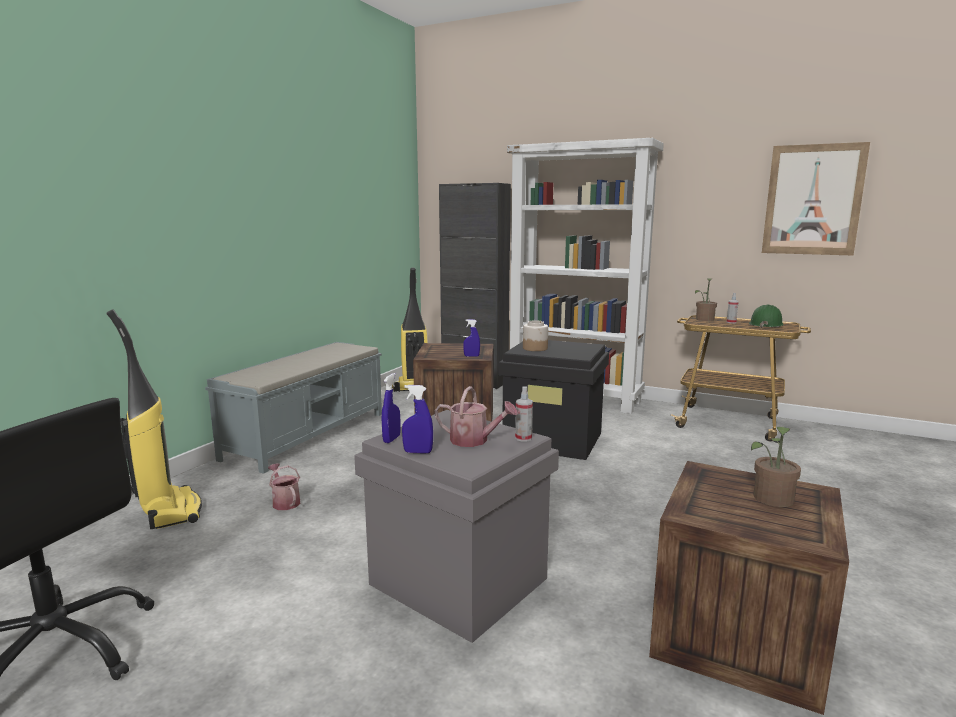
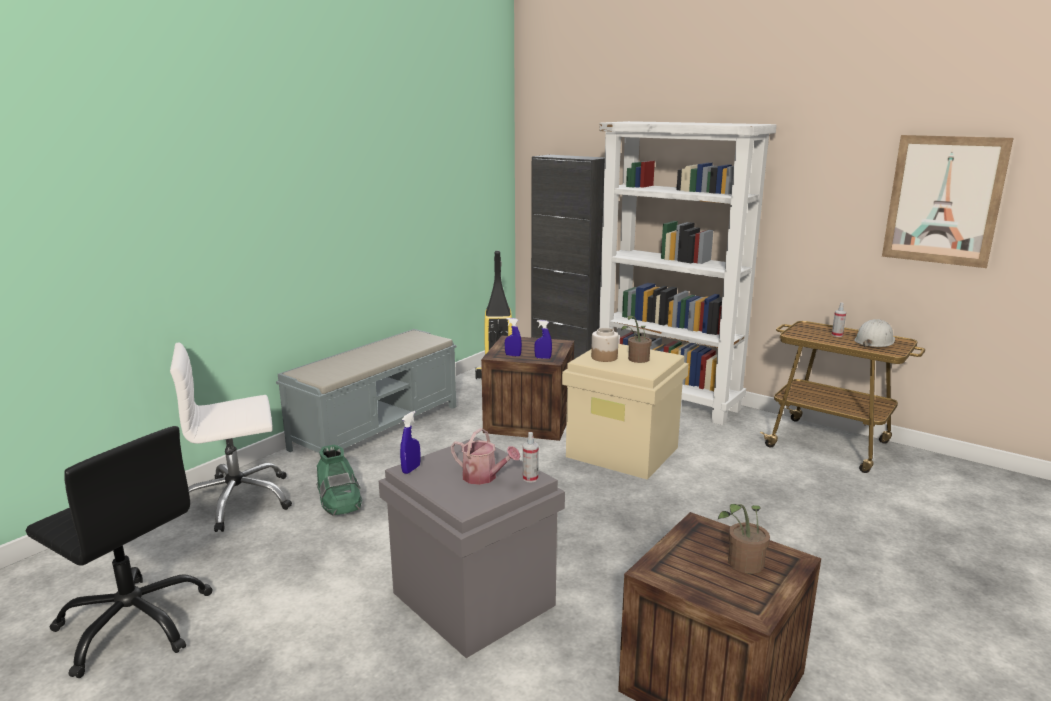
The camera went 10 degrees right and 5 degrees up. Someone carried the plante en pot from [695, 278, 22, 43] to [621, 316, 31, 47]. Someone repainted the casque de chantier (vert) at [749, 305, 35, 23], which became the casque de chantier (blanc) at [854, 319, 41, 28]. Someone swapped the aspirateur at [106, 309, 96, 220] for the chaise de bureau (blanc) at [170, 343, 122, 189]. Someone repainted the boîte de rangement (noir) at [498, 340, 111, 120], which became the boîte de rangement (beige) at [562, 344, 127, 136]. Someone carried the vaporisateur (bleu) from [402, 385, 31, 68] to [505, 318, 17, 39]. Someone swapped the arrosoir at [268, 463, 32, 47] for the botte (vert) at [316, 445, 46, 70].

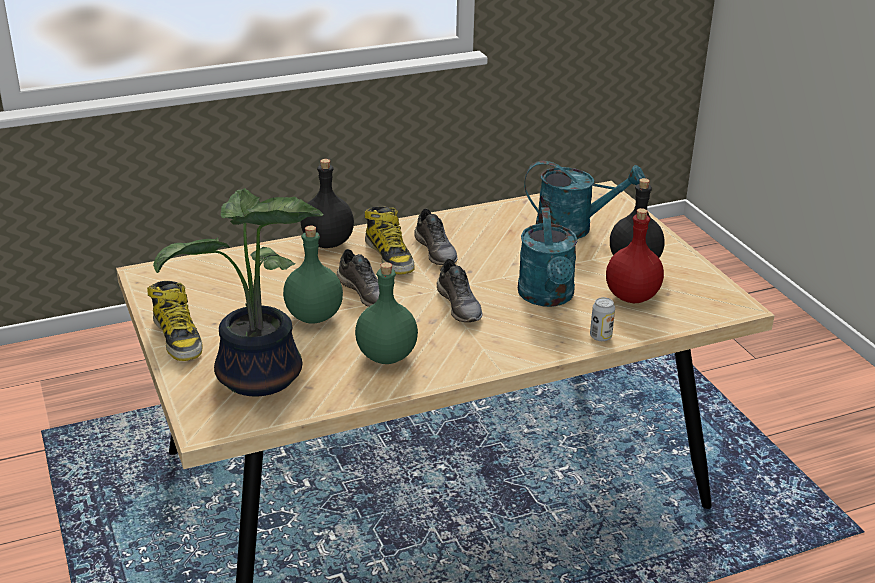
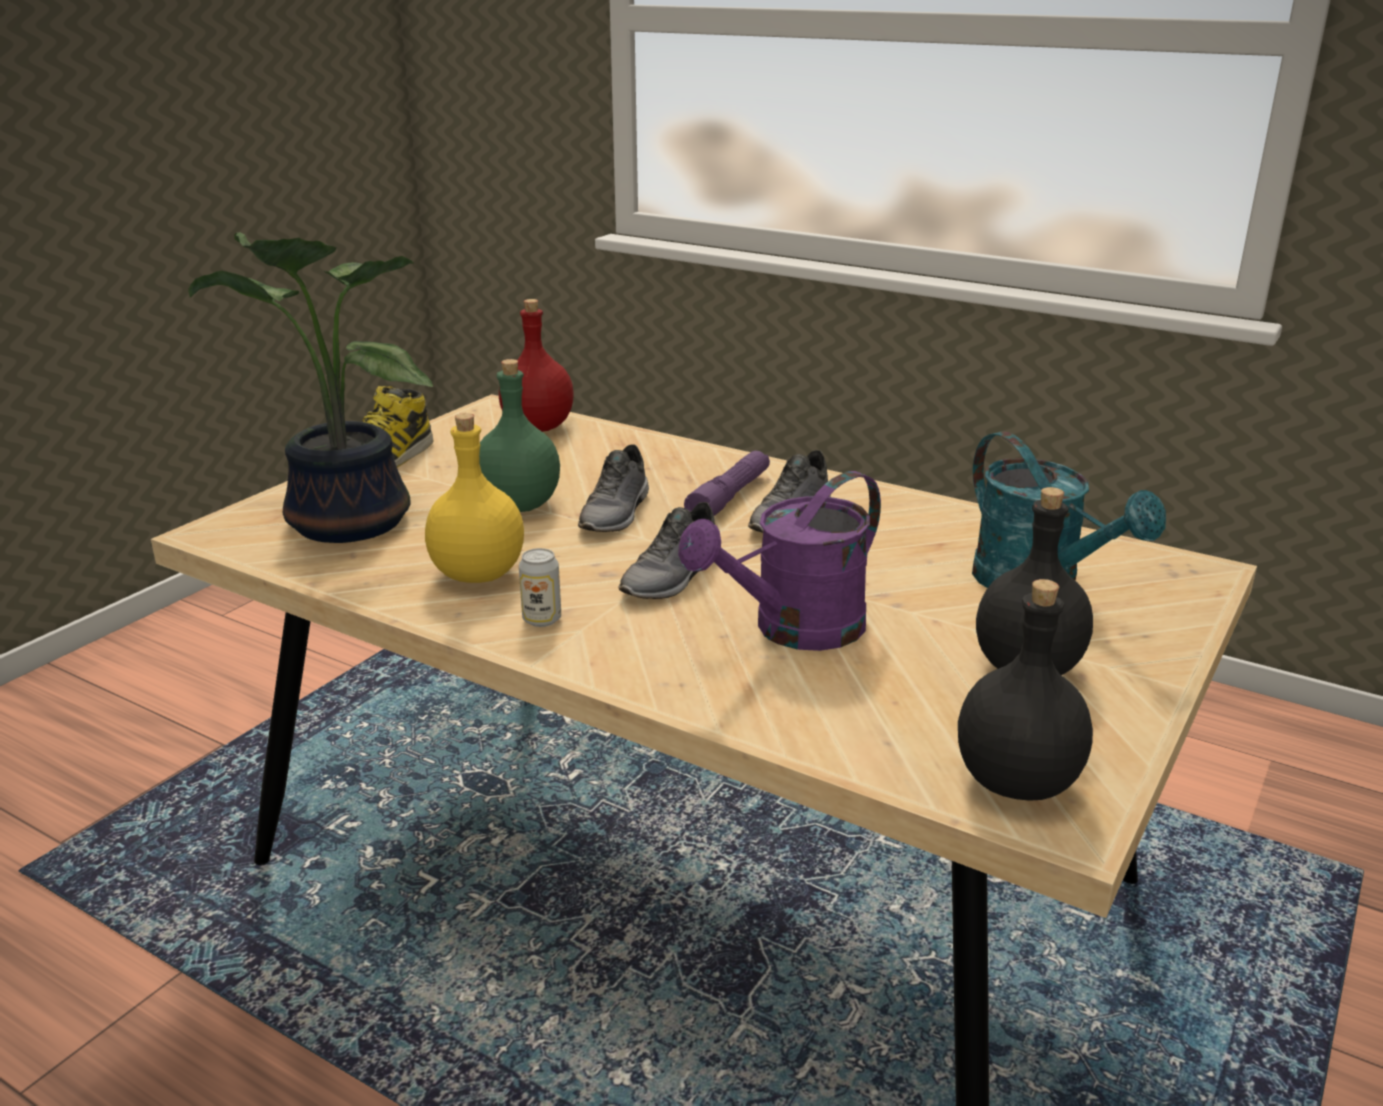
The camera went 55 degrees right and 5 degrees down. Someone carried the bouteille (noir) from [300, 159, 54, 89] to [958, 579, 135, 222]. Someone swapped the botte at [365, 206, 50, 69] for the lampe de poche (violet) at [684, 451, 86, 65]. Someone repainted the arrosoir (turquoise) at [518, 207, 60, 100], which became the arrosoir (violet) at [678, 471, 203, 180]. Someone carried the bouteille (rouge) from [606, 208, 58, 95] to [499, 299, 75, 133]. Someone repainted the bouteille (vert) at [355, 262, 63, 102], which became the bouteille (jaune) at [425, 413, 99, 170]. Someone carried the boîte métallique from [590, 297, 25, 44] to [519, 548, 42, 79].

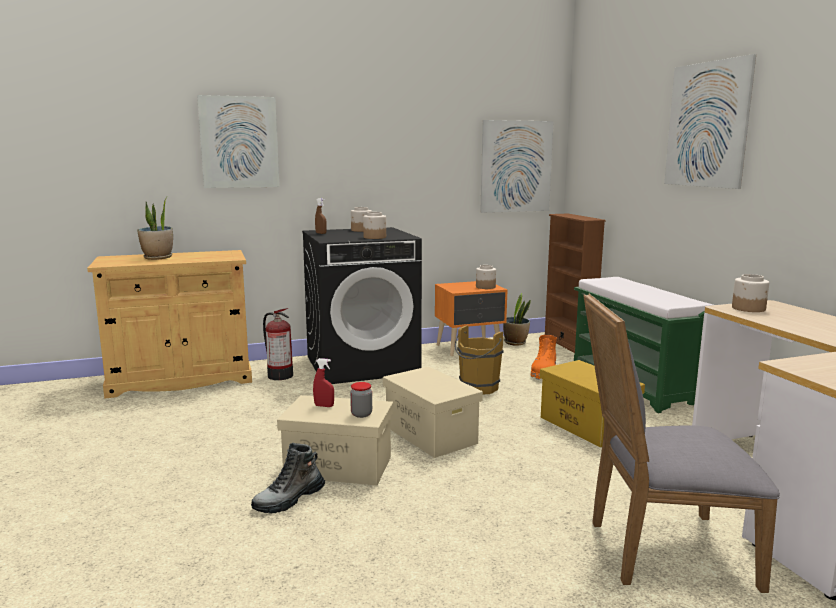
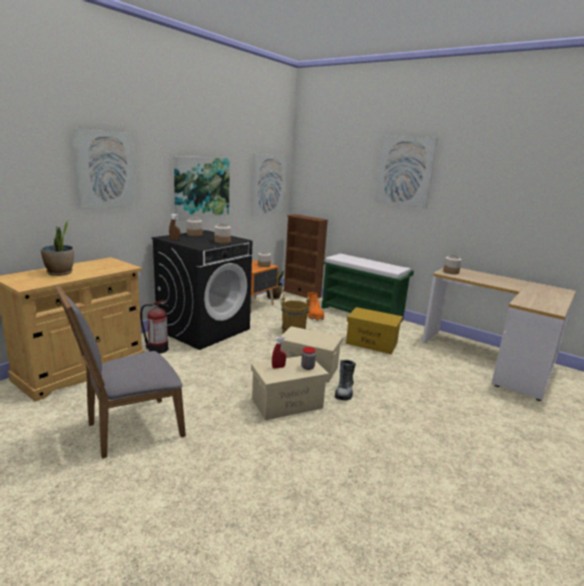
The camera went 35 degrees left and 5 degrees up. Someone carried the chaise (gris) from [583, 294, 197, 299] to [55, 285, 131, 174]. Someone carried the botte from [251, 443, 74, 70] to [335, 360, 21, 40]. Someone put up the tableau at [174, 156, 56, 65].

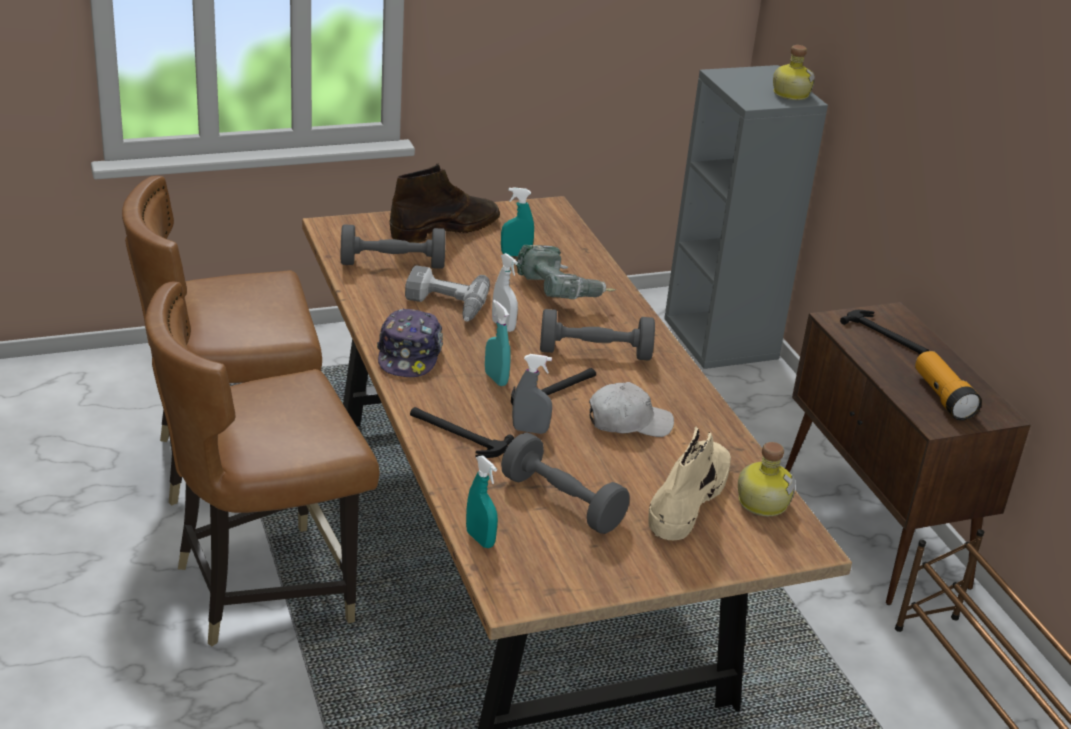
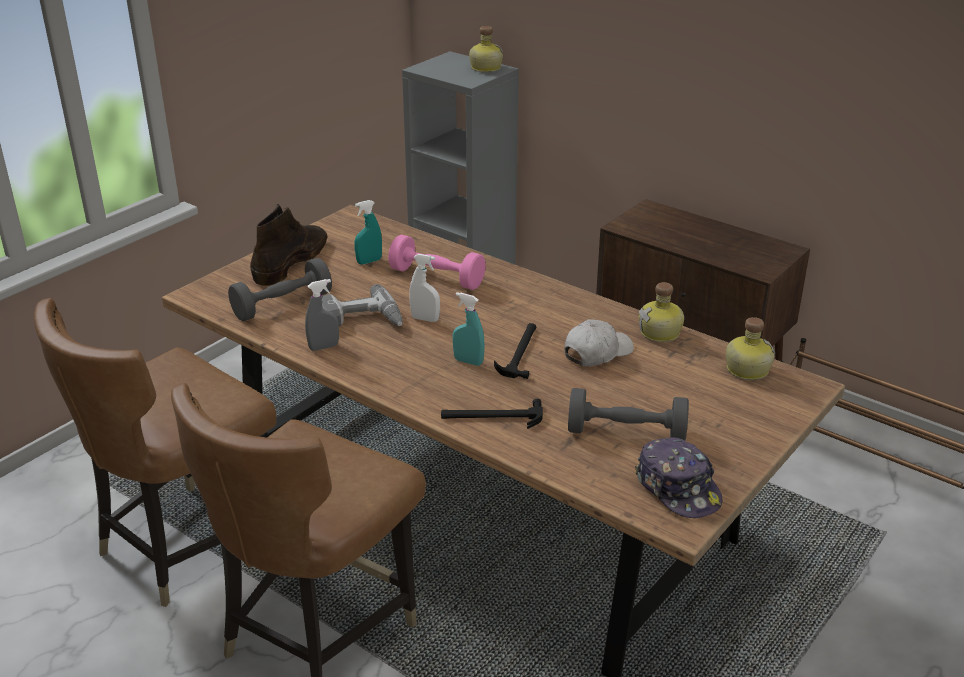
The camera went 30 degrees left and 0 degrees up. Someone swapped the perceuse at [516, 245, 100, 54] for the haltère (rose) at [388, 235, 98, 55]. Someone carried the casquette from [377, 308, 66, 69] to [635, 437, 88, 81]. Someone took away the haltère (gris) at [540, 309, 115, 52]. Someone took away the marteau at [840, 310, 89, 44]. Someone took away the lampe de poche at [915, 351, 67, 69]. Someone carried the vaporisateur (gris) from [512, 354, 40, 80] to [305, 279, 34, 72]. Someone took away the botte (beige) at [649, 427, 82, 113]. Someone took away the vaporisateur (turquoise) at [466, 455, 32, 93]. Someone put down the bouteille at [639, 282, 45, 60].

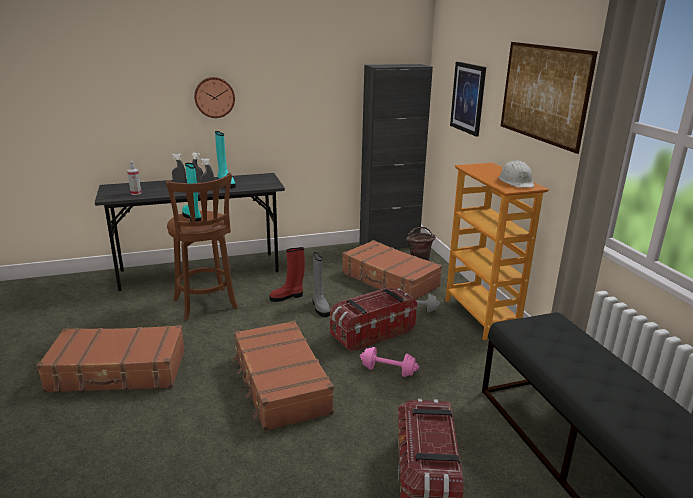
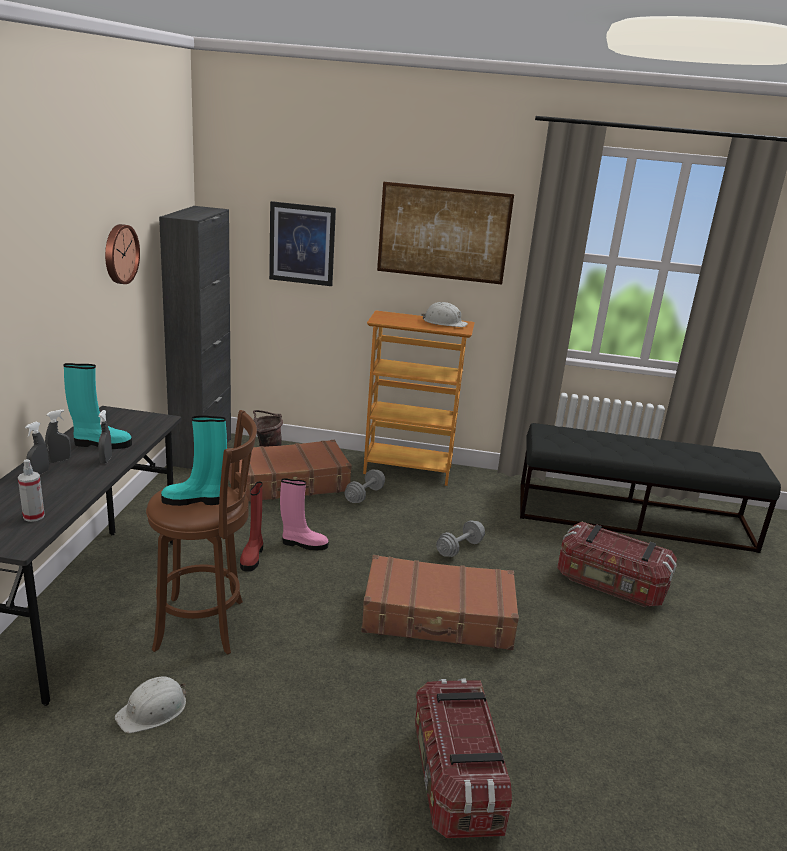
The camera went 65 degrees left and 0 degrees up. Someone carried the horloge murale from [194, 77, 41, 41] to [105, 224, 35, 60]. Someone repainted the botte (gris) at [312, 252, 18, 65], which became the botte (rose) at [280, 478, 48, 72]. Someone carried the boîte de rangement from [330, 288, 87, 64] to [415, 679, 97, 159]. Someone took away the valise (marron) at [37, 325, 148, 68]. Someone repainted the haltère (rose) at [360, 347, 59, 30], which became the haltère (gris) at [436, 520, 49, 37]. Someone put down the casque de chantier (blanc) at [115, 676, 71, 57].

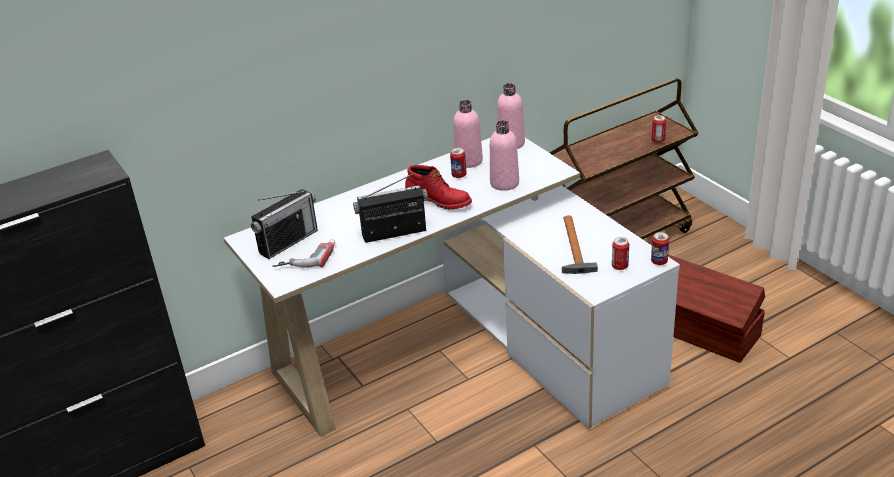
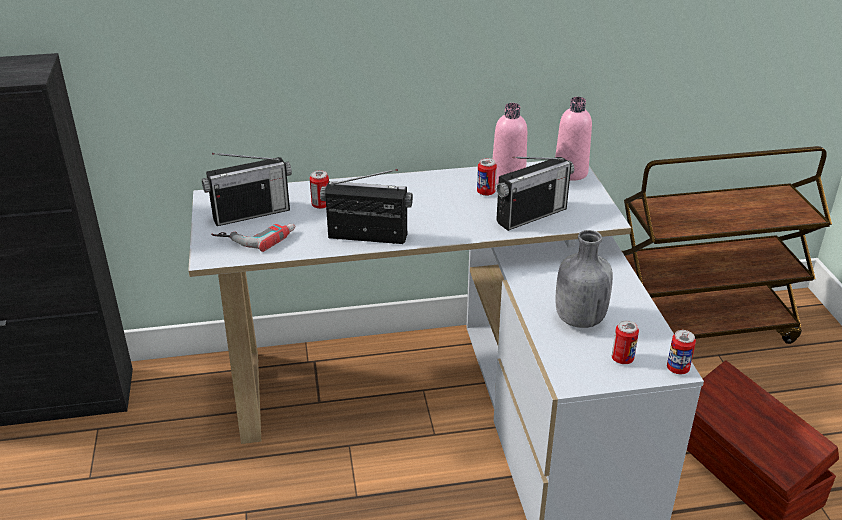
The camera went 20 degrees right and 0 degrees up. Someone carried the boîte métallique from [652, 115, 14, 28] to [310, 170, 19, 39]. Someone swapped the bouteille (rose) at [490, 120, 29, 71] for the radio at [496, 157, 78, 74]. Someone took away the botte (rouge) at [405, 165, 67, 44]. Someone swapped the marteau at [562, 215, 36, 59] for the bouteille (gris) at [556, 230, 57, 98].

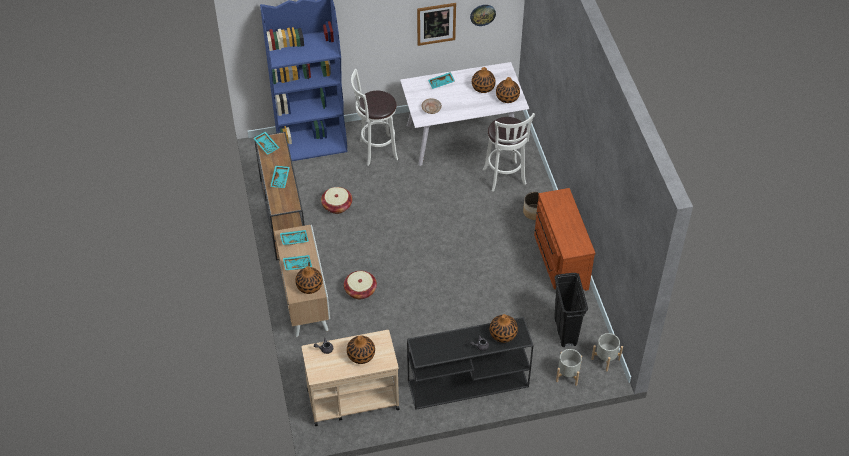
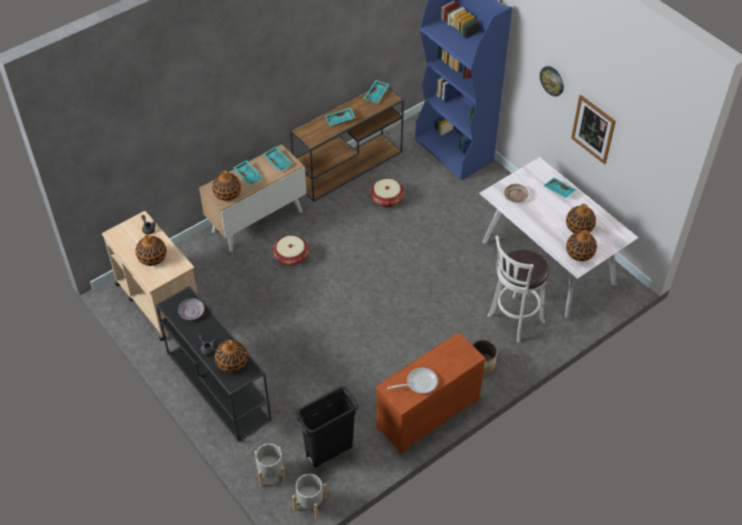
The camera went 65 degrees right and 0 degrees up. Someone carried the horloge murale from [470, 5, 26, 21] to [540, 66, 24, 30]. Someone took away the tabouret (blanc) at [351, 69, 47, 97]. Someone put down the assiette (gris) at [178, 298, 27, 22]. Someone put down the poêle at [387, 368, 51, 26].

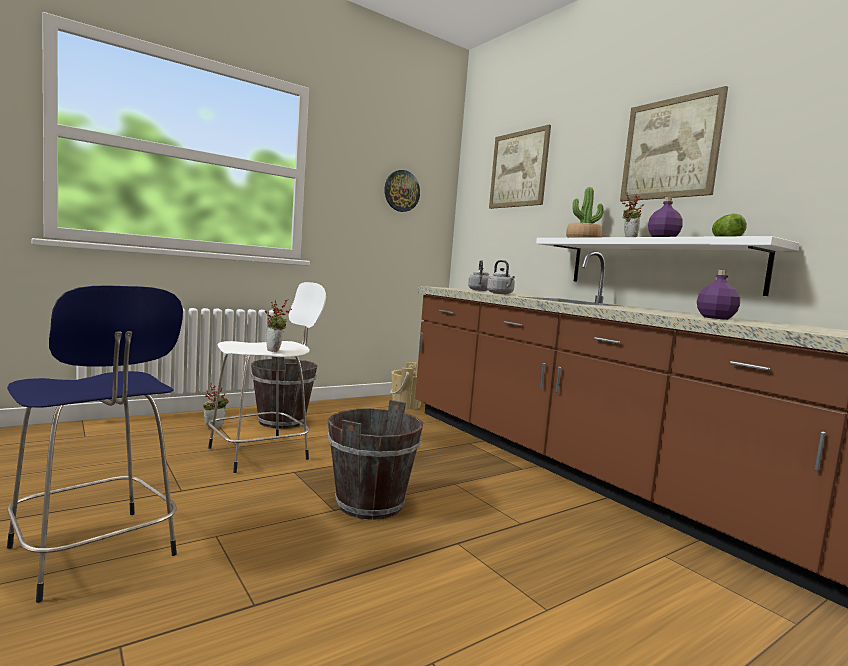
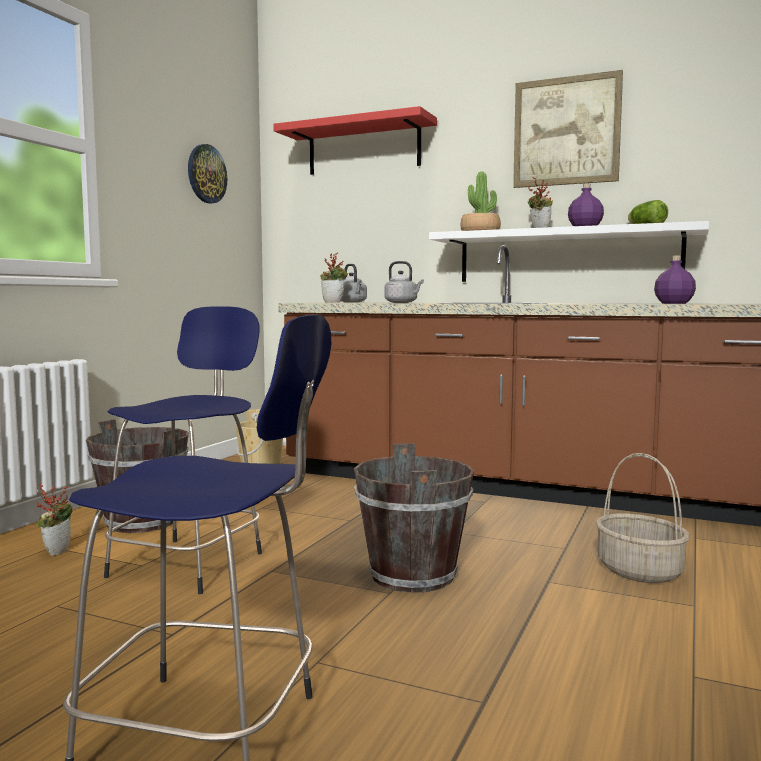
The camera went 30 degrees left and 0 degrees up. Someone swapped the tableau at [489, 125, 62, 84] for the étagère (rouge) at [273, 106, 164, 69]. Someone repainted the tabouret (blanc) at [208, 282, 118, 191], which became the tabouret (bleu) at [104, 306, 158, 288]. Someone carried the plante en pot from [265, 299, 27, 53] to [320, 253, 28, 50]. Someone put down the panier at [596, 453, 94, 130].

